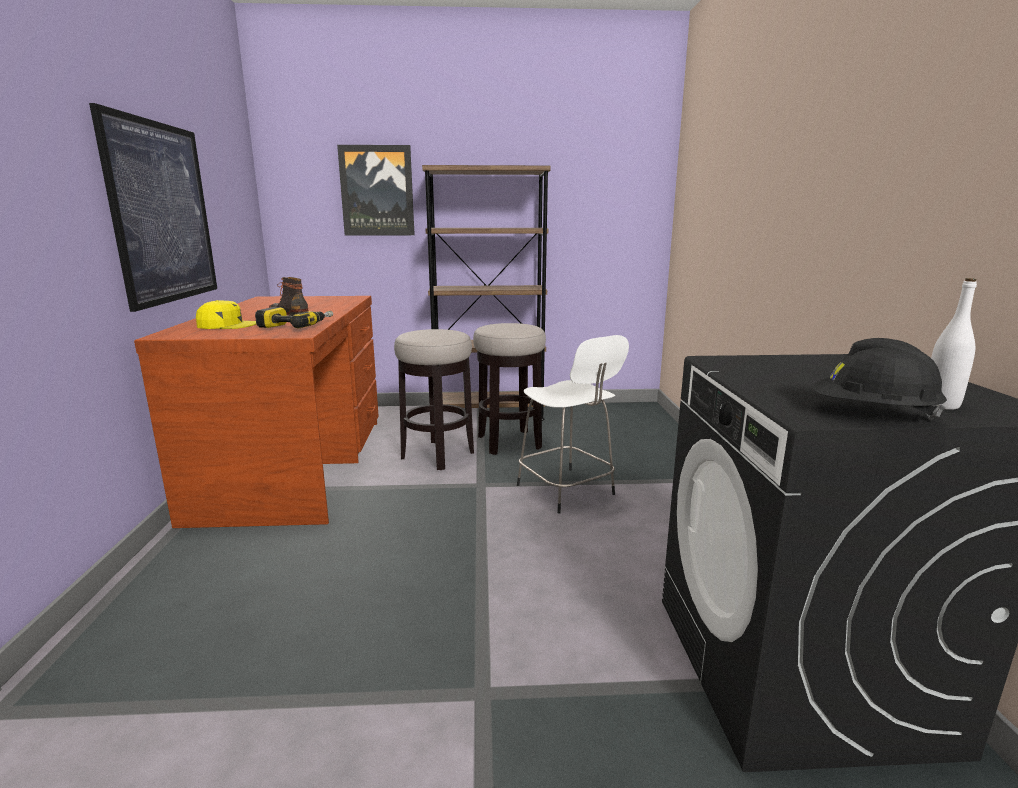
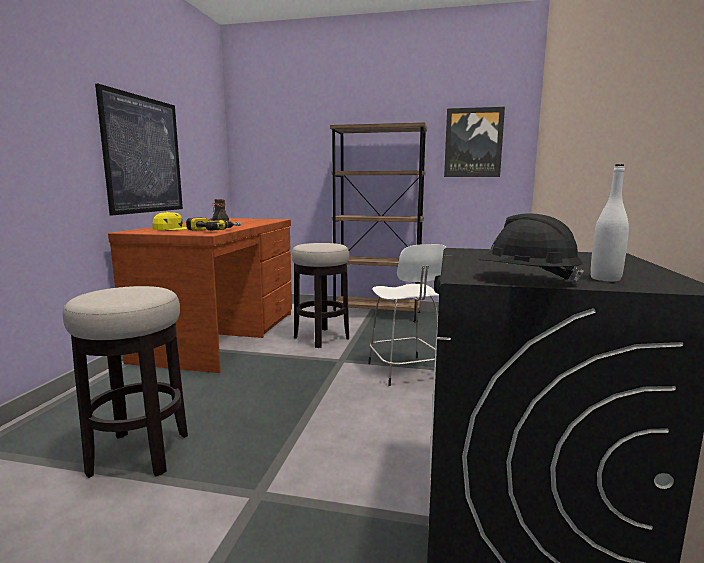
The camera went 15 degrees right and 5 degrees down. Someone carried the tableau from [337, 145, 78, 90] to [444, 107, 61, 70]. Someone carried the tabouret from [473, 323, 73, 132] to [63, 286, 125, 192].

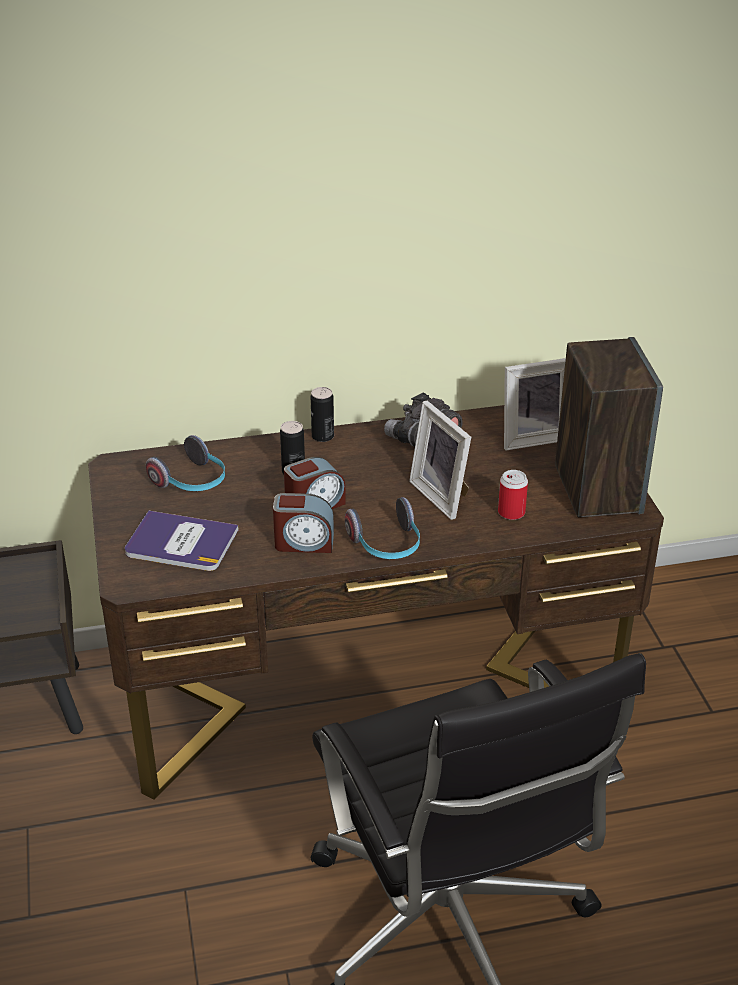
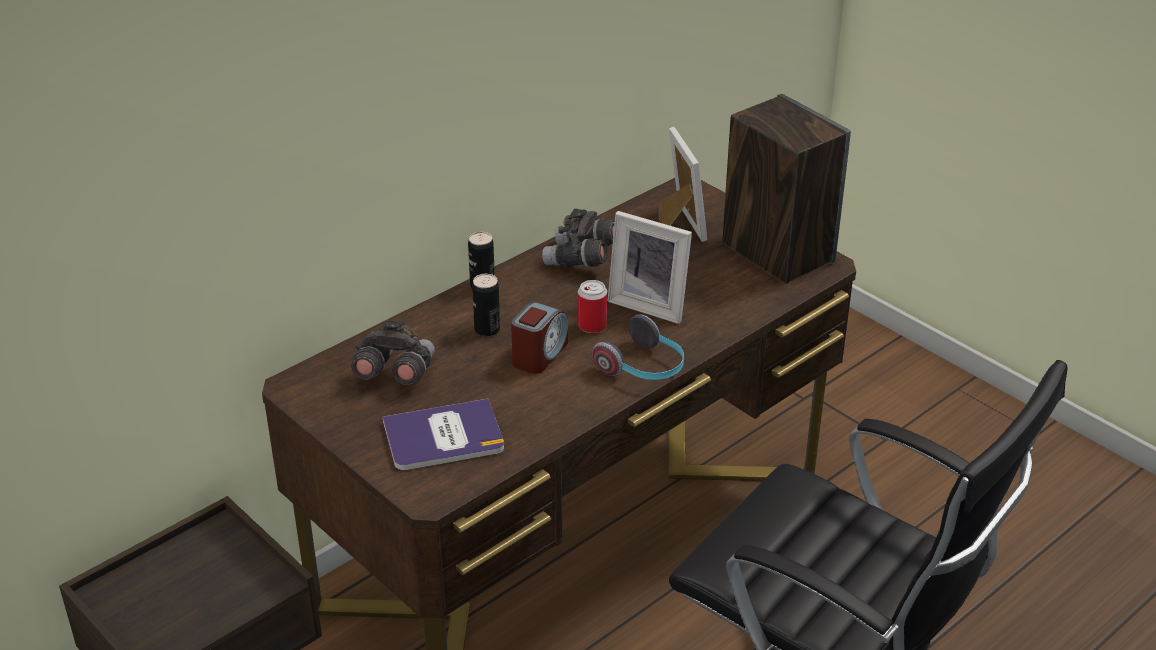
The camera went 30 degrees left and 0 degrees up. Someone rotated the cadre photo at [504, 358, 62, 93] by 60 degrees counterclockwise. Someone swapped the casque audio at [146, 435, 79, 56] for the jumelles (gris) at [351, 320, 84, 65]. Someone carried the boîte métallique from [498, 470, 30, 50] to [578, 280, 29, 53]. Someone took away the réveil at [273, 493, 61, 60].

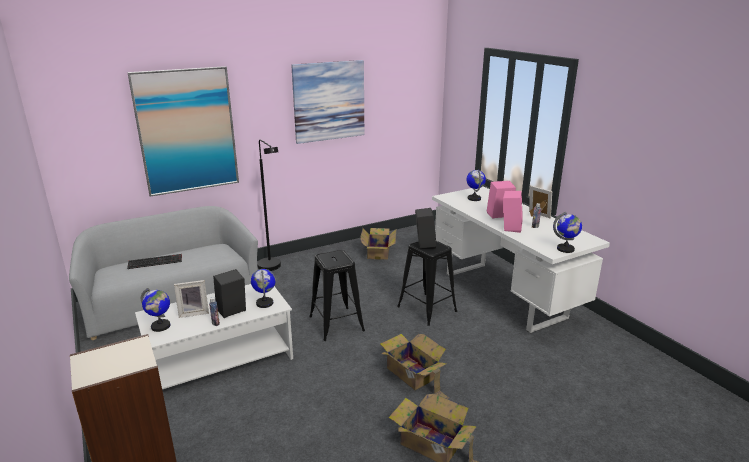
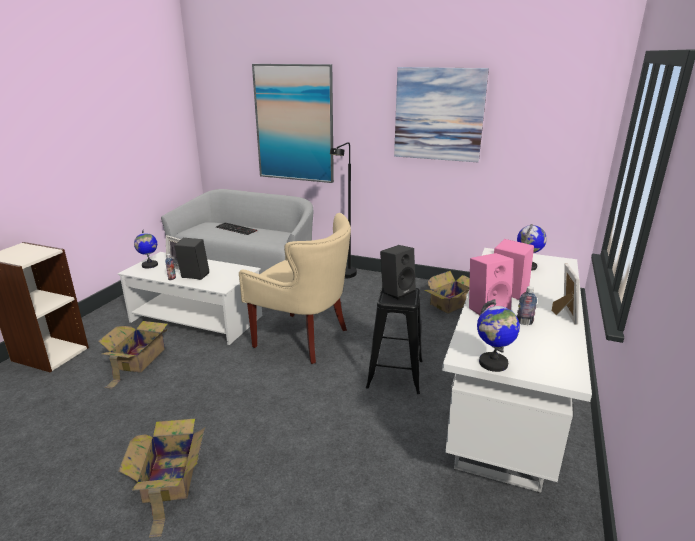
The camera went 50 degrees right and 0 degrees up. Someone swapped the tabouret (noir) at [309, 250, 56, 91] for the fauteuil (beige) at [239, 213, 112, 151]. Someone took away the globe at [251, 269, 25, 39]. Someone carried the carton from [380, 334, 69, 65] to [98, 321, 70, 68].

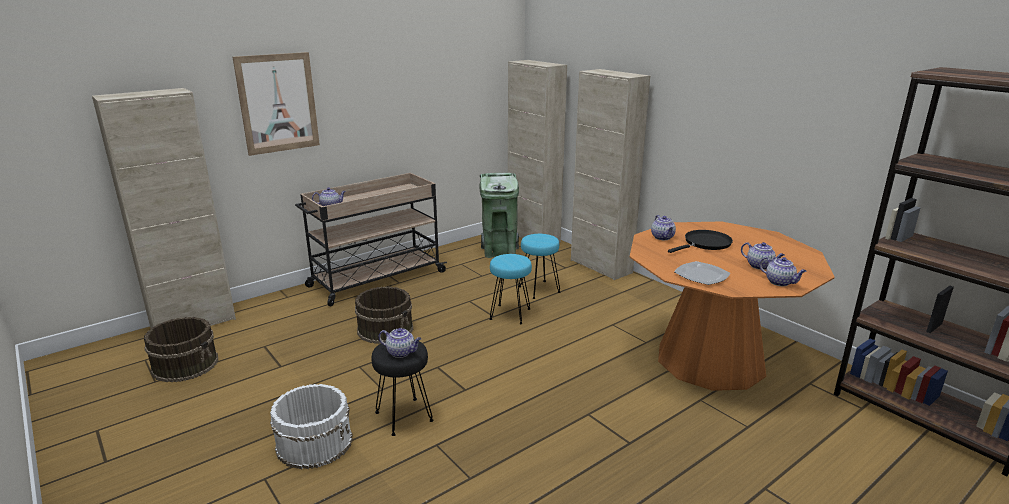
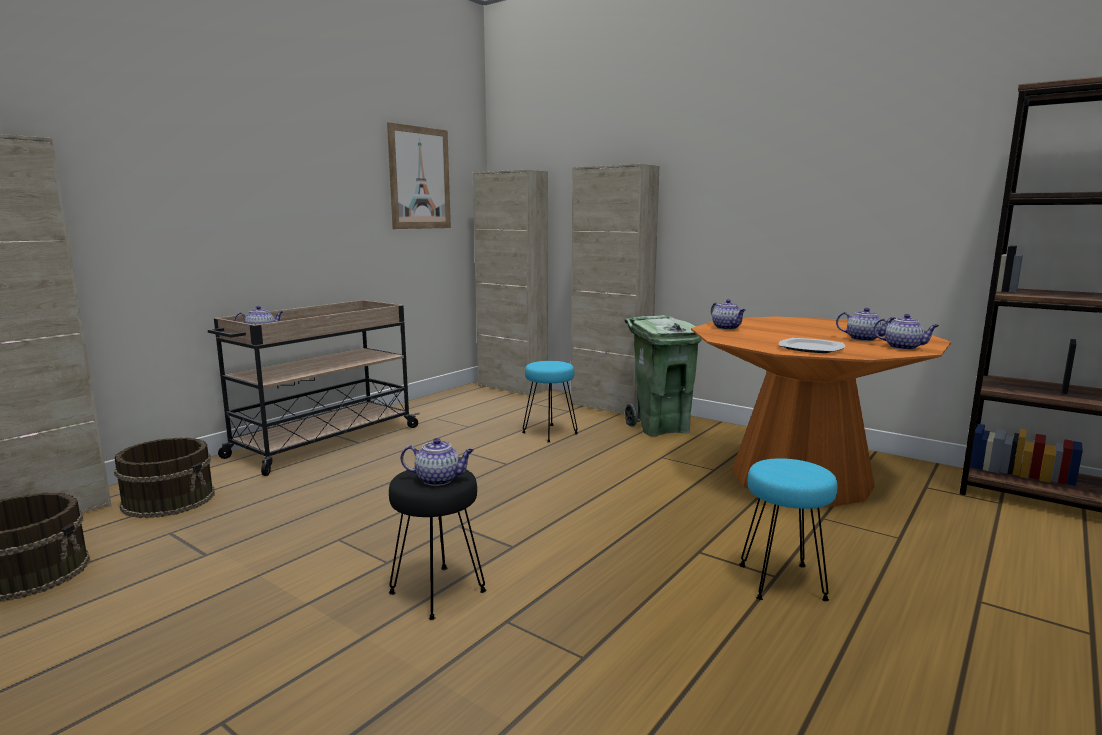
The camera went 15 degrees left and 10 degrees down. Someone carried the tableau from [233, 52, 87, 104] to [387, 122, 64, 107]. Someone carried the poubelle (vert) from [479, 173, 40, 85] to [624, 315, 77, 121]. Someone took away the poêle (noir) at [668, 230, 65, 23]. Someone carried the tabouret (turquoise) from [490, 254, 42, 70] to [739, 458, 98, 143]. Someone carried the seau (marron) from [355, 286, 58, 58] to [114, 437, 101, 81]. Someone took away the seau (blanc) at [270, 384, 83, 85].

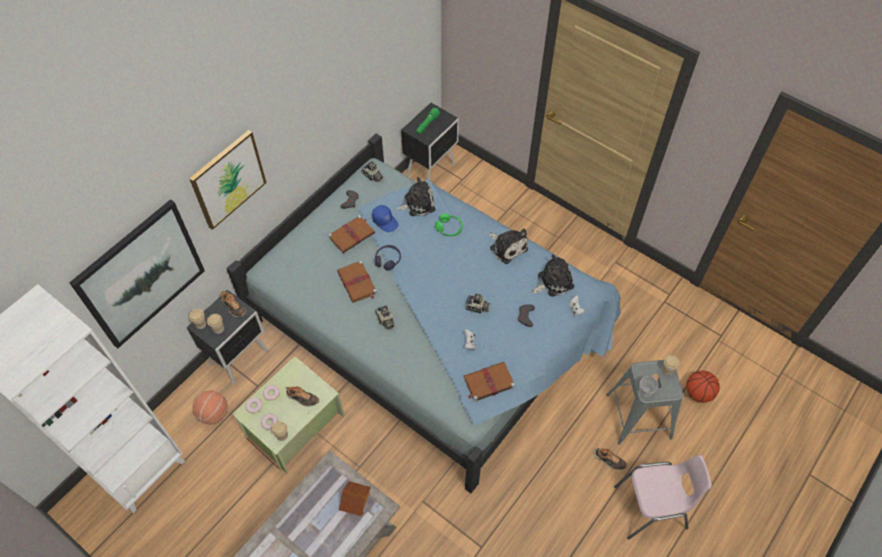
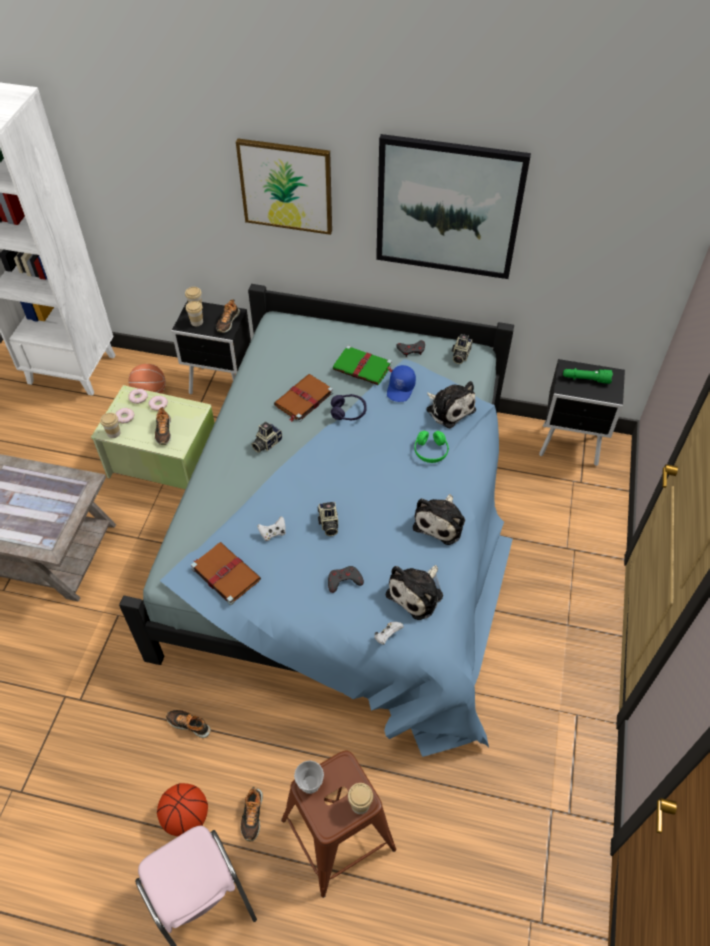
The camera went 65 degrees right and 5 degrees down. Someone carried the tableau from [69, 199, 136, 150] to [376, 134, 155, 145]. Someone repainted the livre (marron) at [328, 215, 47, 38], which became the livre (vert) at [333, 345, 60, 40]. Someone rotated the peluche at [532, 254, 42, 43] by 90 degrees clockwise. Someone repainted the tabouret (gris) at [606, 360, 77, 85], which became the tabouret (marron) at [281, 750, 115, 148]. Someone carried the ballon de basket from [686, 371, 34, 32] to [157, 783, 51, 53]. Someone took away the maison miniature at [339, 481, 32, 35]. Someone put down the chaussure at [166, 710, 45, 28].

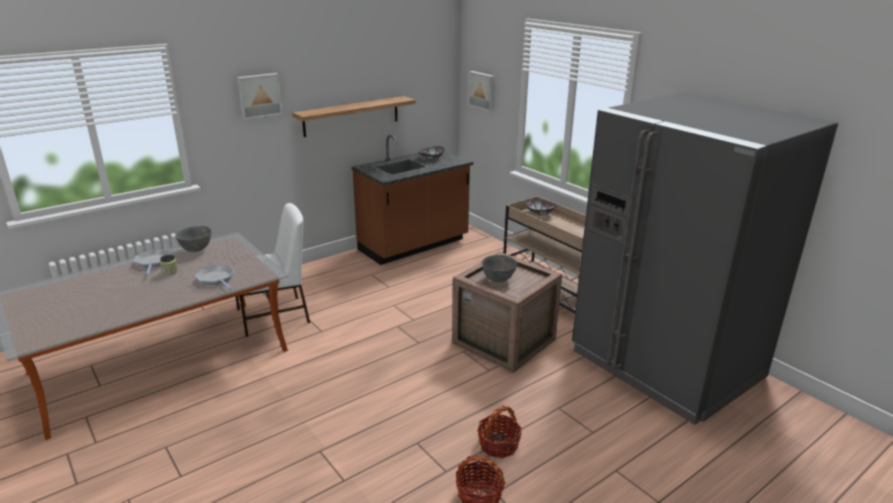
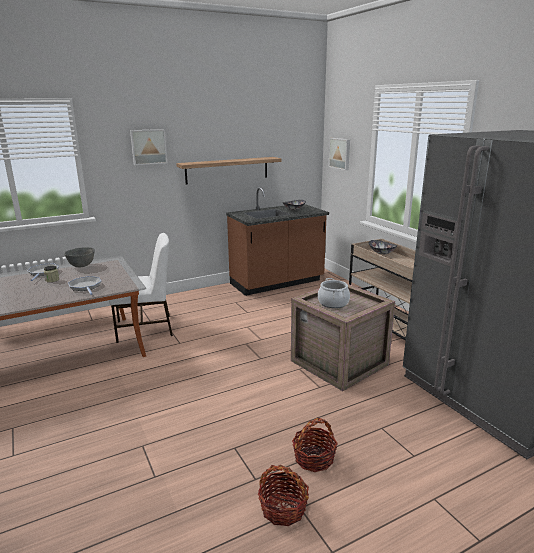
The camera went 10 degrees right and 5 degrees down. Someone swapped the bol (gris) at [482, 255, 35, 27] for the marmite at [318, 278, 32, 30].

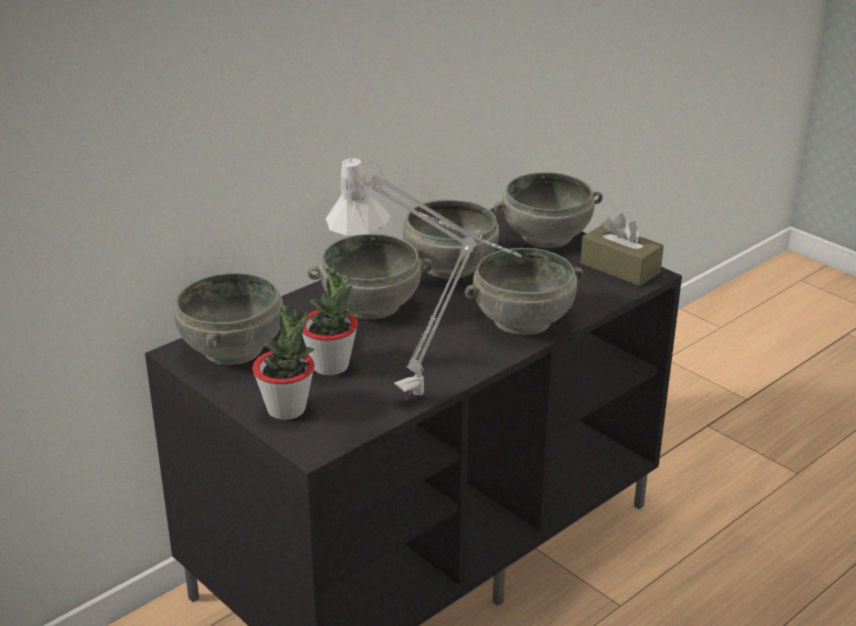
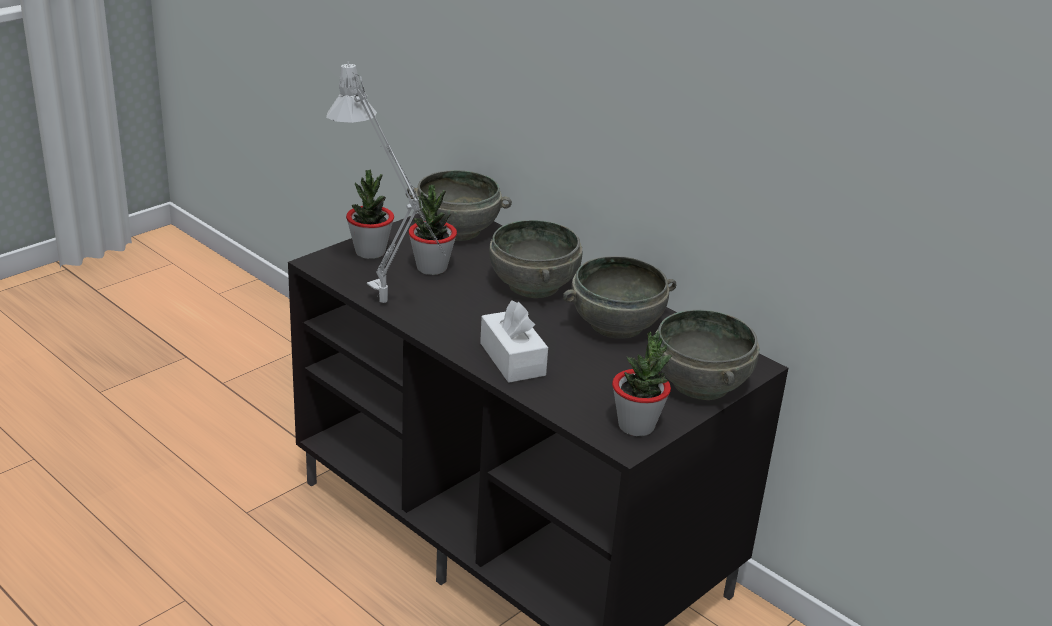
The camera went 85 degrees right and 0 degrees up. Someone swapped the boîte à mouchoirs (marron) at [580, 214, 84, 72] for the plante en pot at [612, 331, 61, 105]. Someone swapped the bol (gris) at [465, 248, 118, 87] for the boîte à mouchoirs (blanc) at [480, 300, 68, 83].

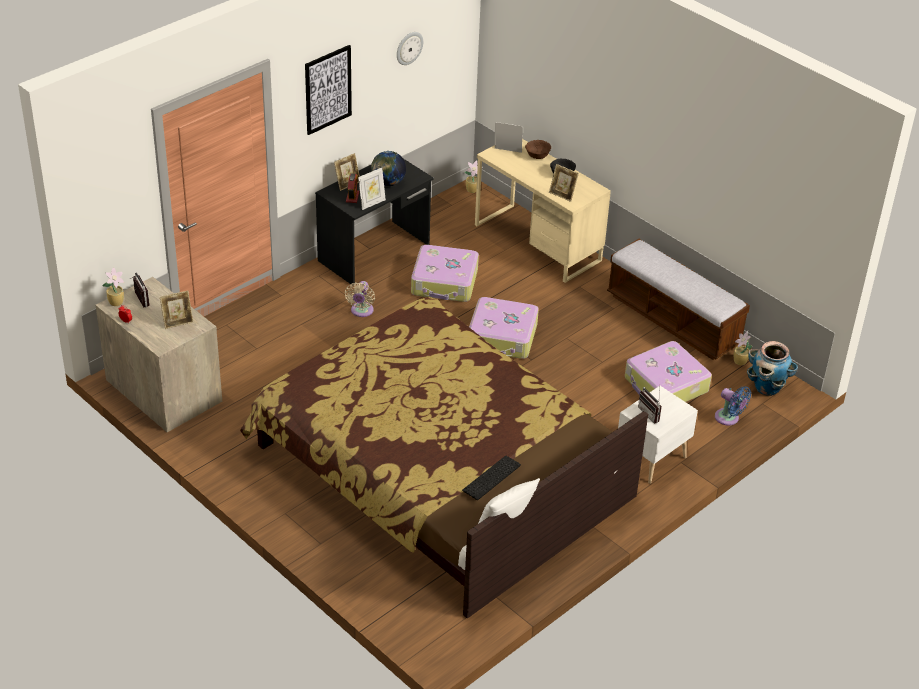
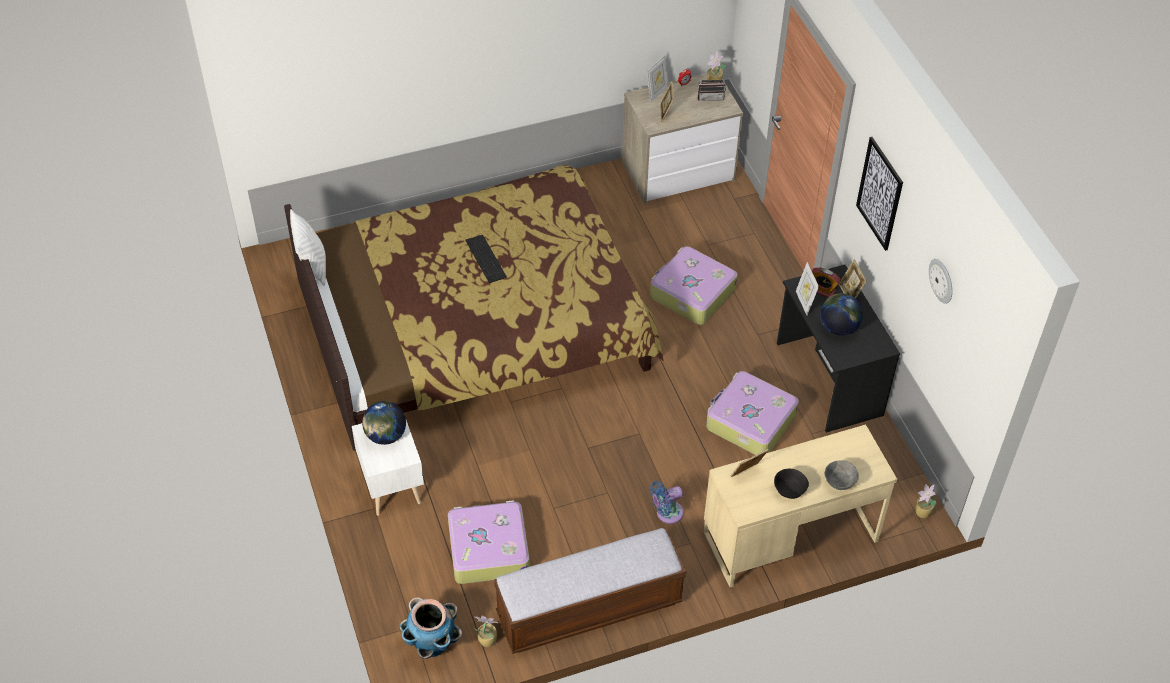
The camera went 115 degrees right and 10 degrees up. Someone carried the cadre photo from [495, 122, 28, 31] to [647, 56, 21, 46]. Someone repainted the bol (marron) at [525, 140, 26, 19], which became the bol (gris) at [825, 460, 34, 30]. Someone took away the ventilateur (beige) at [345, 281, 30, 36]. Someone carried the valise from [469, 297, 70, 62] to [650, 246, 87, 79]. Someone swapped the radio at [638, 384, 24, 39] for the globe at [362, 401, 44, 44]. Someone carried the ventilateur (bleu) from [715, 386, 36, 40] to [650, 481, 34, 43]. Someone carried the clavier from [462, 456, 59, 44] to [466, 235, 41, 48].

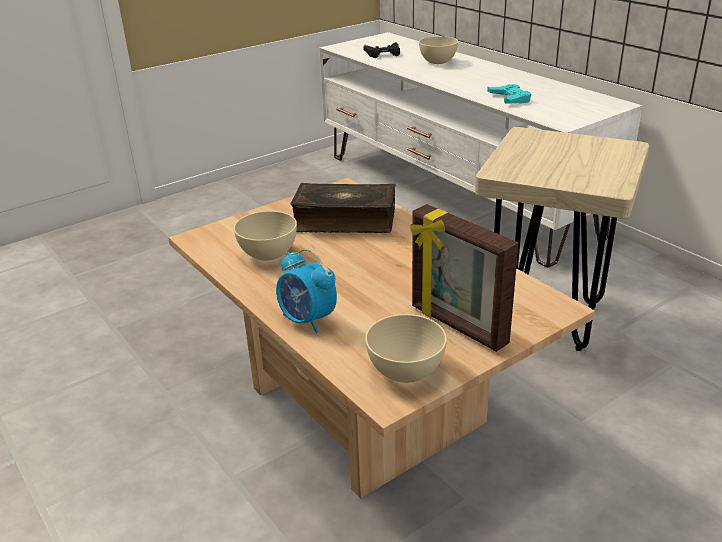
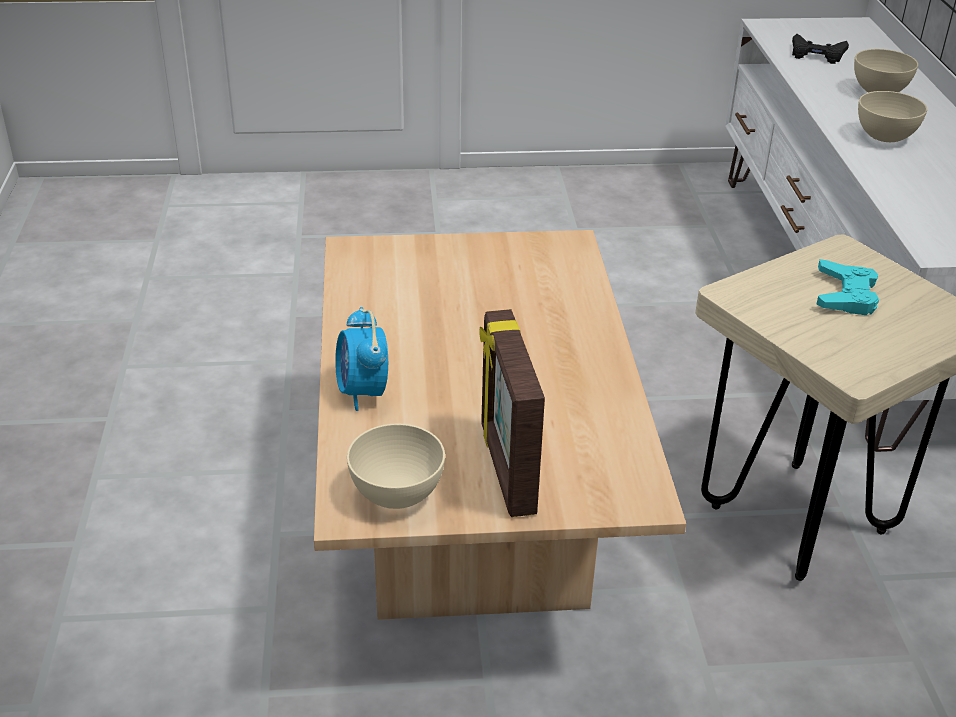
The camera went 30 degrees right and 5 degrees up. Someone carried the manette (turquoise) from [487, 84, 44, 20] to [817, 259, 62, 56]. Someone took away the livre at [290, 183, 106, 50]. Someone carried the bol (beige) from [234, 211, 63, 50] to [858, 91, 69, 51].

